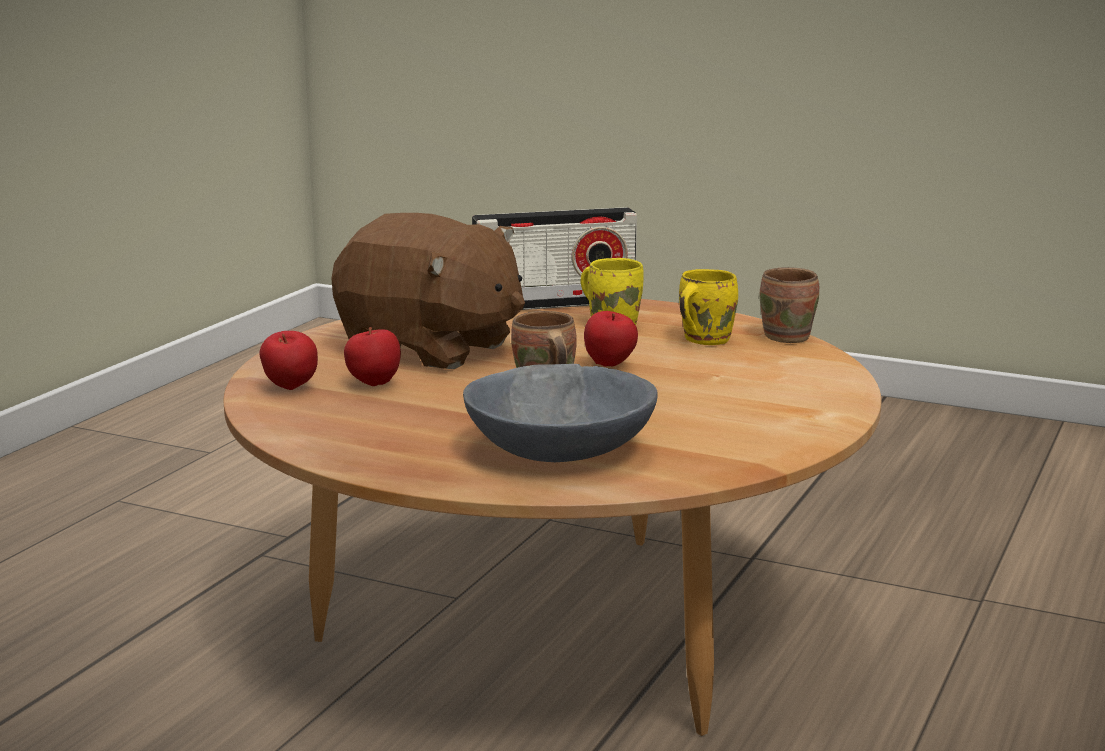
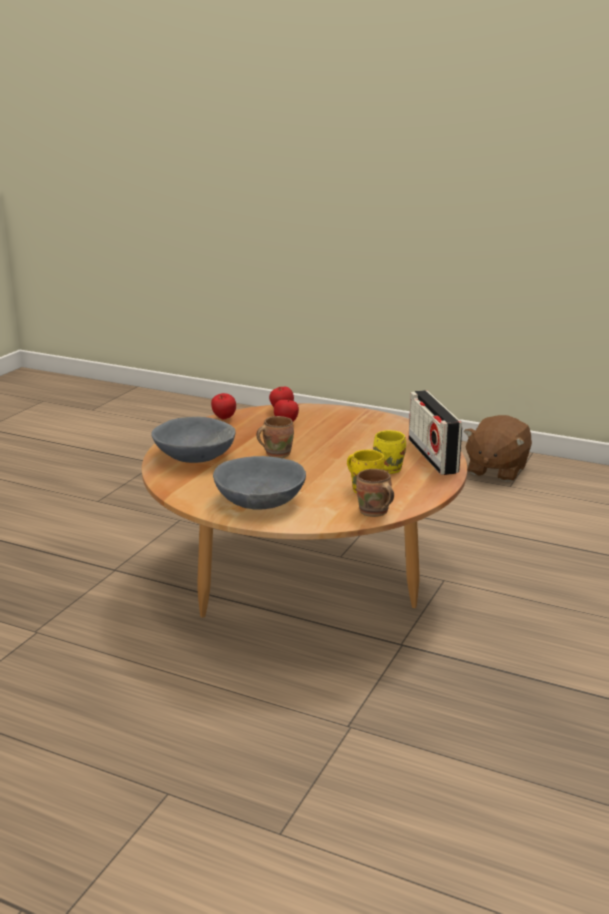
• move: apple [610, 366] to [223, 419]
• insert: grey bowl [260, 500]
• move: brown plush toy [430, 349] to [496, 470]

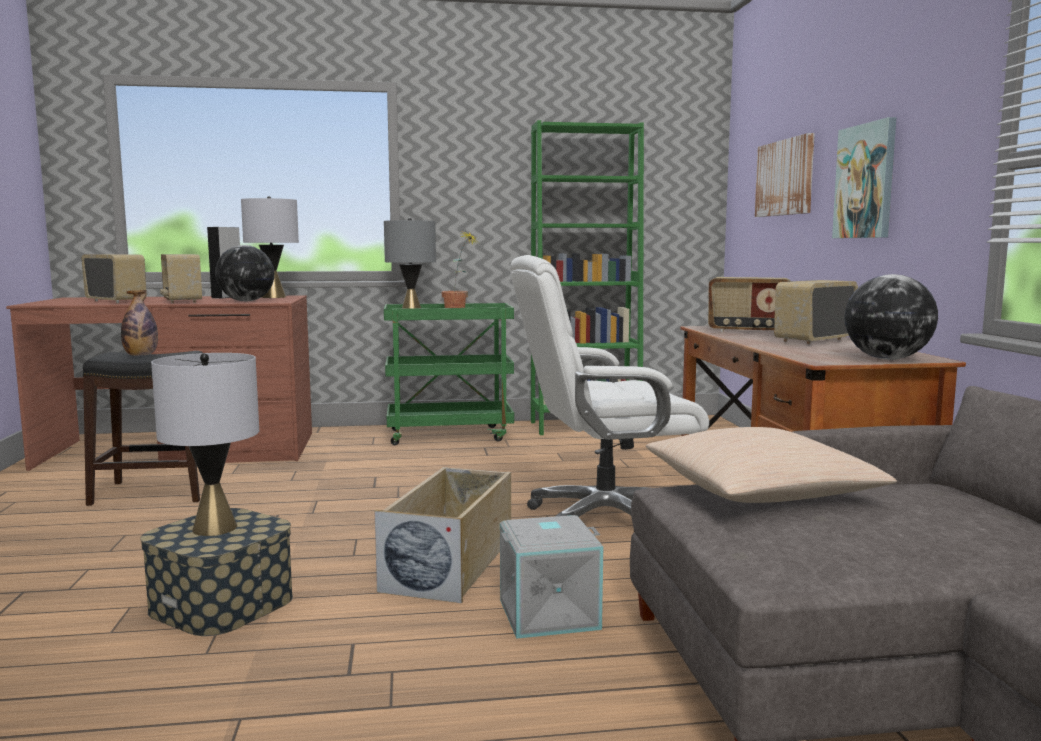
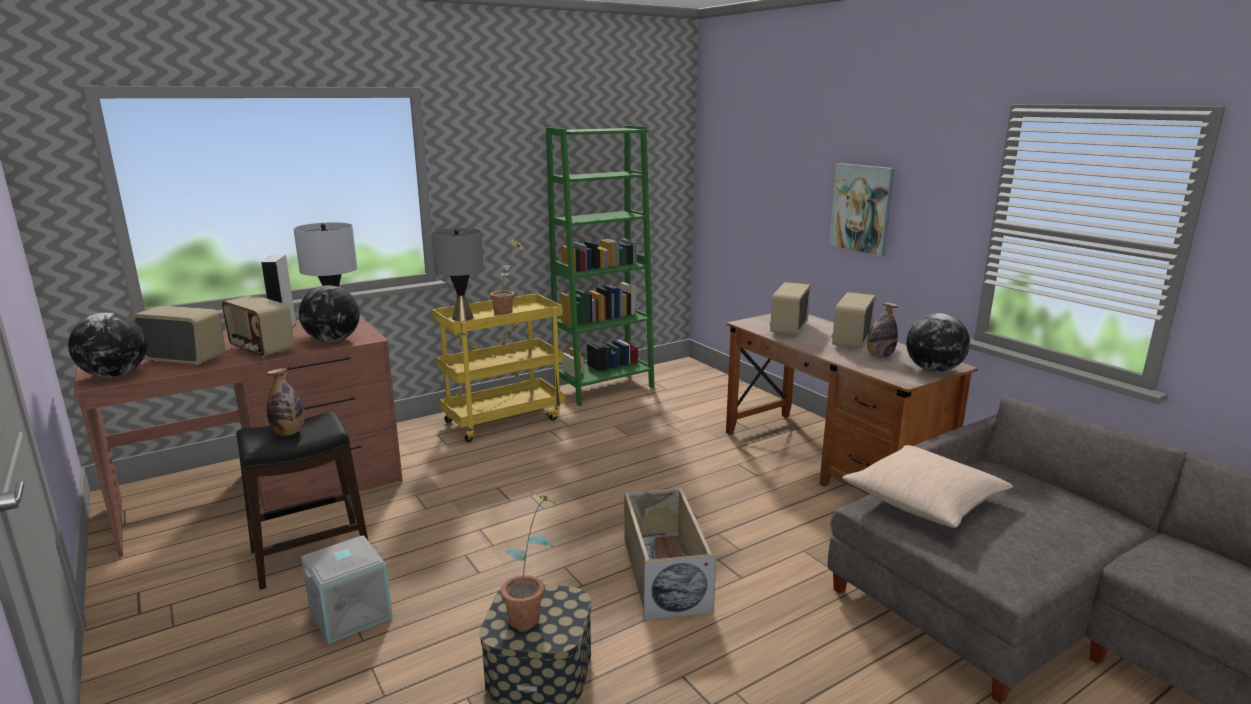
• insert: globe [115, 375]
• move: grey storage box [549, 613] to [350, 612]
• recolor: green cart [450, 435] to yellow cart [504, 419]
• replace: grey table lamp [214, 528] to potted plant [532, 614]
• rotate: radio [748, 331] = [788, 329] 120 degrees clockwise
• insert: bottle [879, 356]
• delete: white office chair [603, 518]
• delete: picture [785, 178]

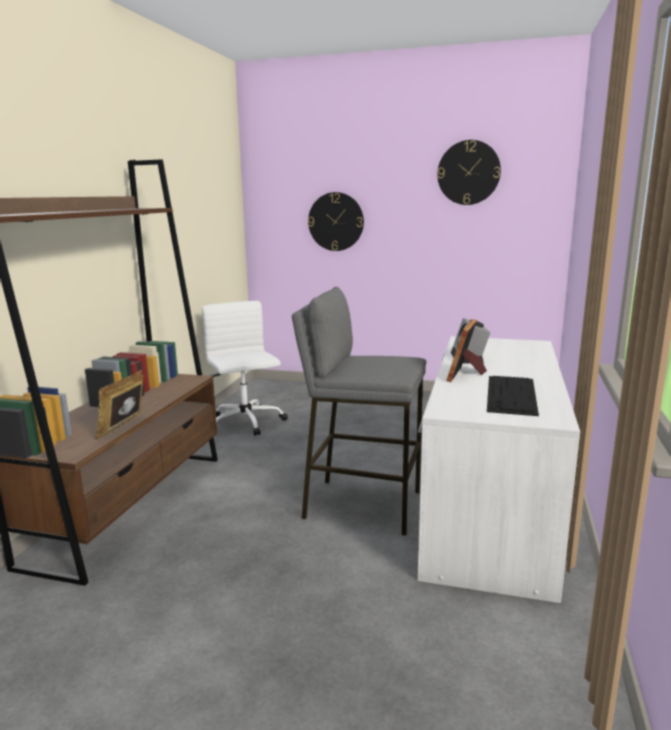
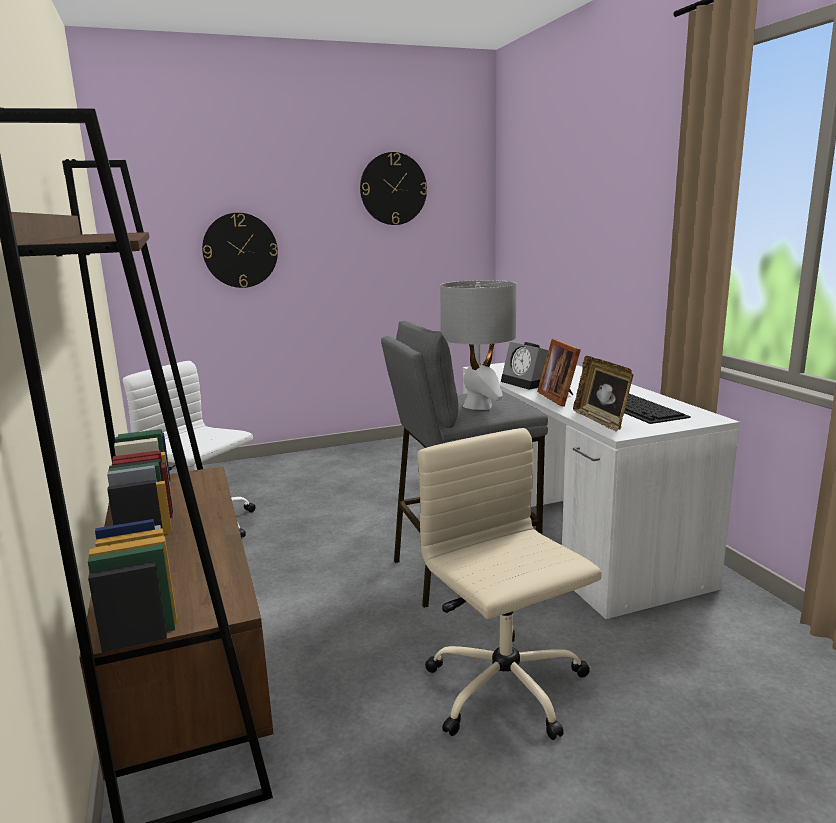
• insert: beige office chair [506, 690]
• insert: grey table lamp [478, 406]
• move: picture frame [124, 427] to [601, 420]

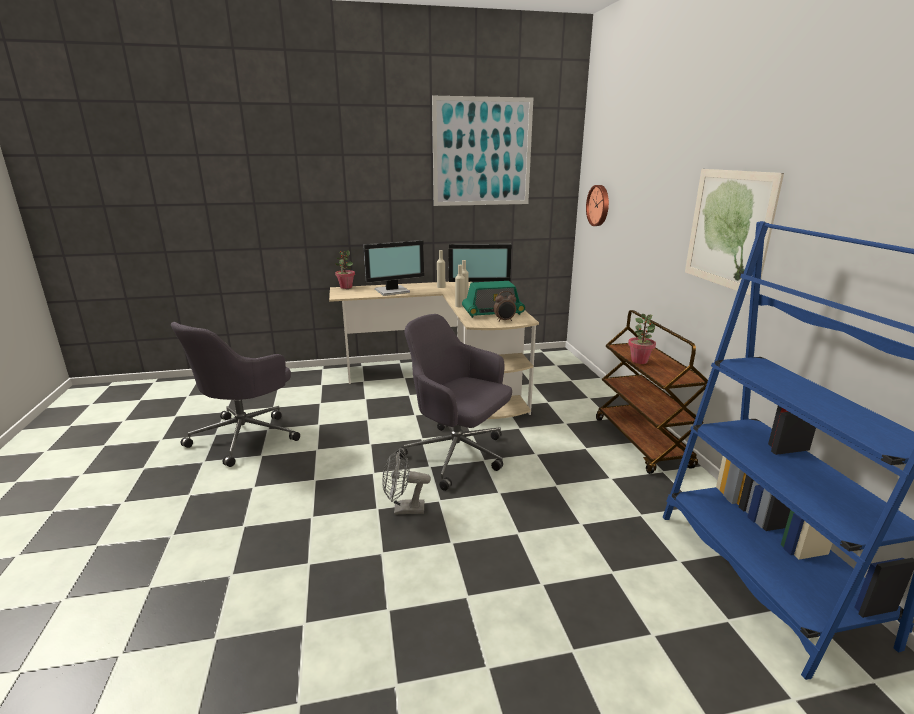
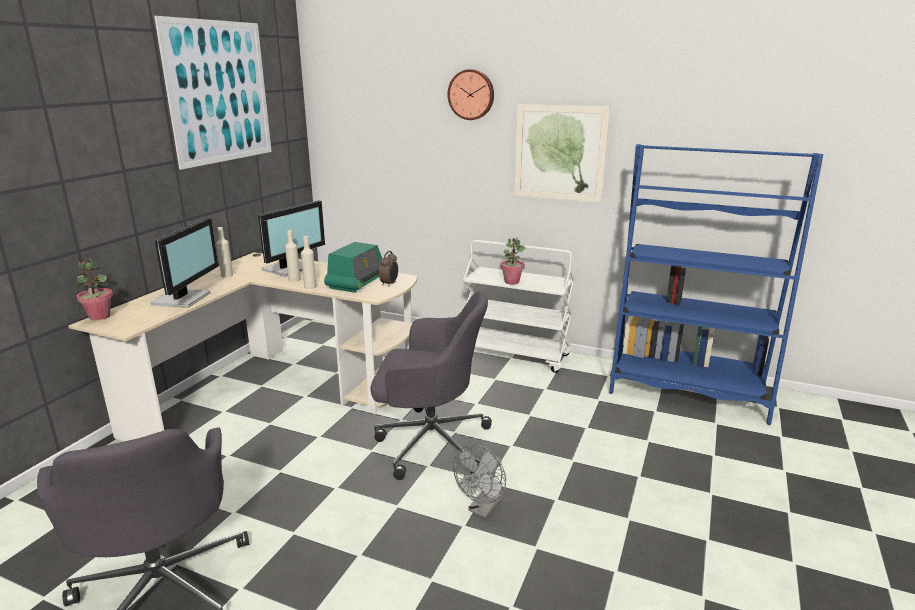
• rotate: grey office chair [457, 456] = [430, 442] 150 degrees counterclockwise
• move: wall clock [599, 205] to [471, 94]
• recolor: brown cart [642, 443] to white cart [516, 355]

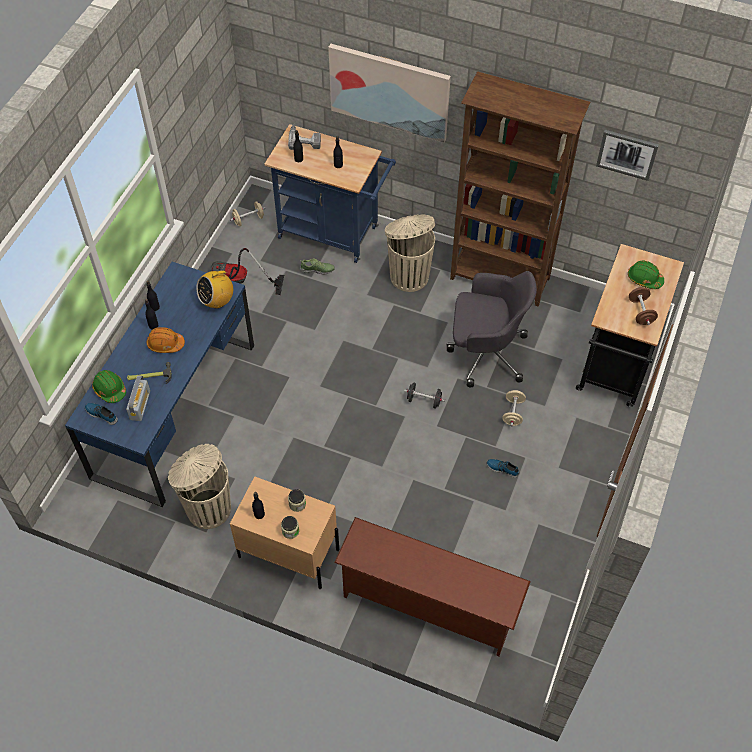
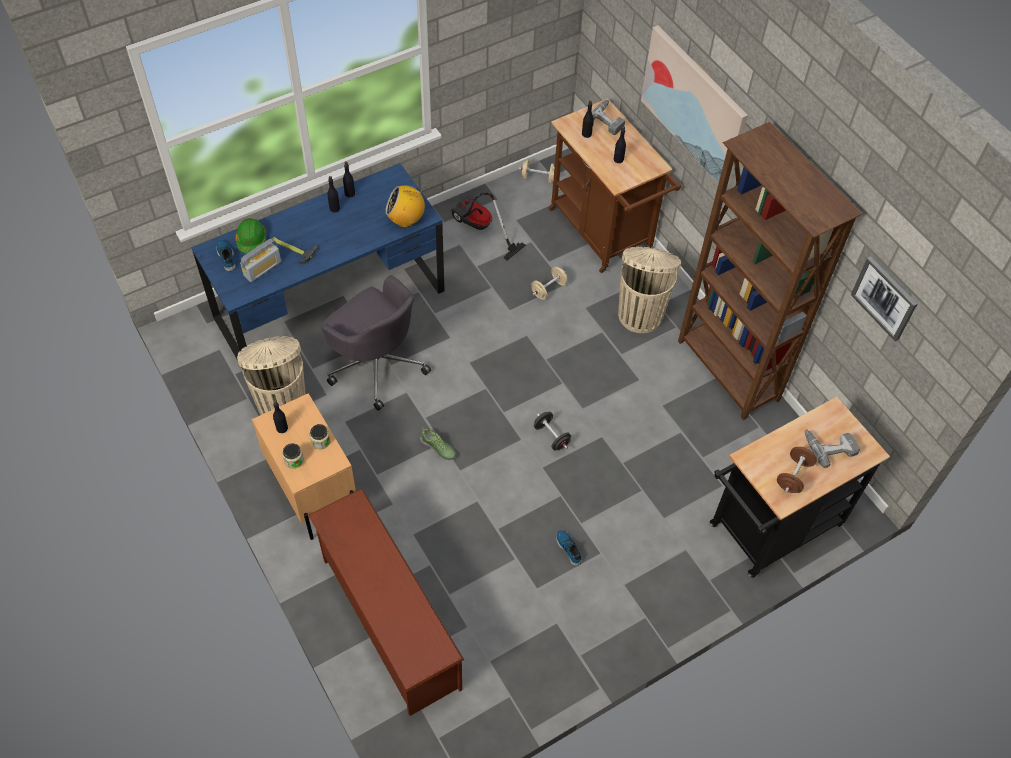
• move: grey office chair [485, 352] to [376, 364]
• move: shoe [317, 270] to [438, 448]
• move: beige dumbbell [513, 413] to [548, 289]
• recolor: blue cart [334, 233] to brown cart [604, 235]
• replace: green hard hat [644, 279] to power drill [829, 446]
• delete: orange hard hat [165, 344]

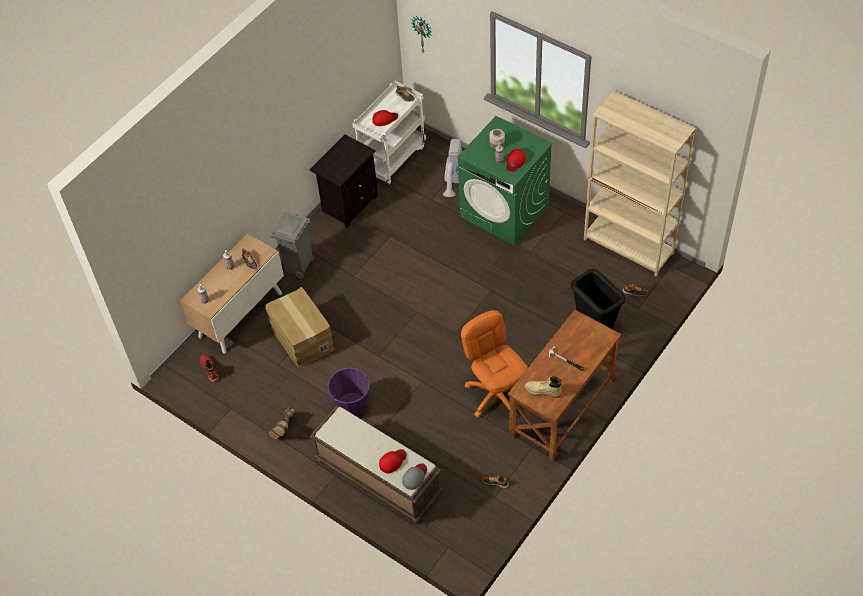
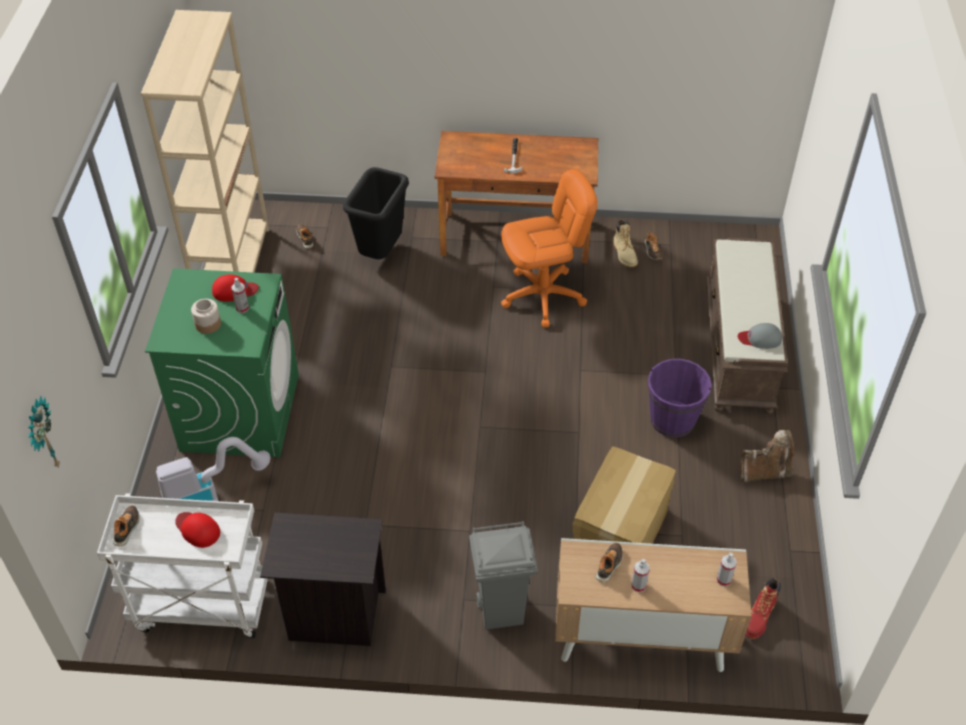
• rotate: orange office chair [496, 394] = [543, 296] 135 degrees counterclockwise
• move: beige boot [543, 391] to [624, 254]
• move: grey cap [415, 477] to [760, 338]
• delete: red cap [392, 461]

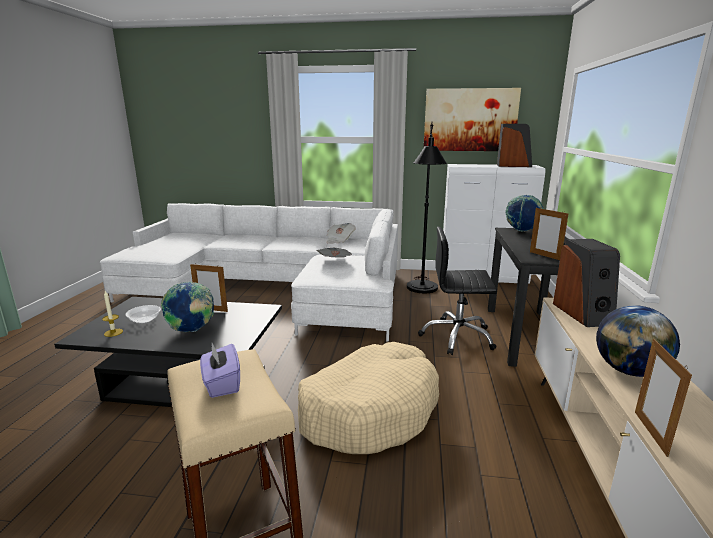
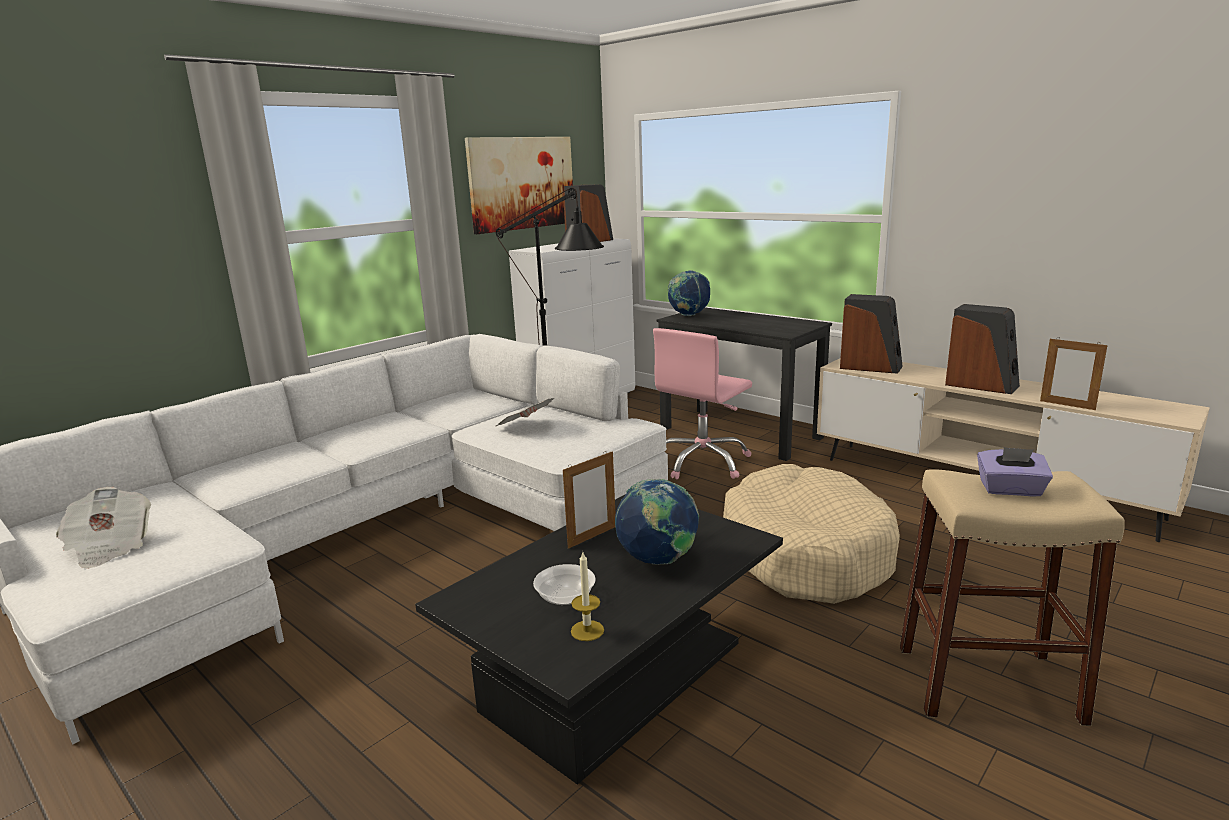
• move: newspaper [339, 240] to [110, 546]
• recolor: black office chair [457, 337] to pink office chair [703, 462]
• replace: globe [629, 371] to speaker [981, 385]
• delete: picture frame [545, 256]

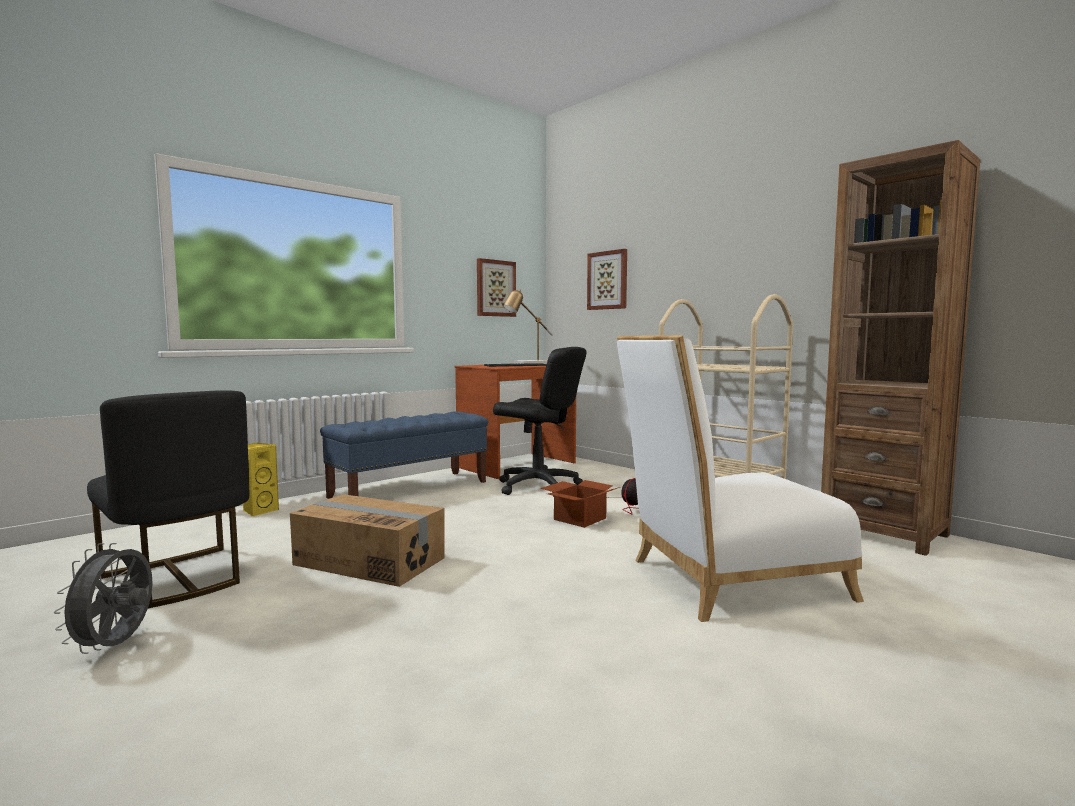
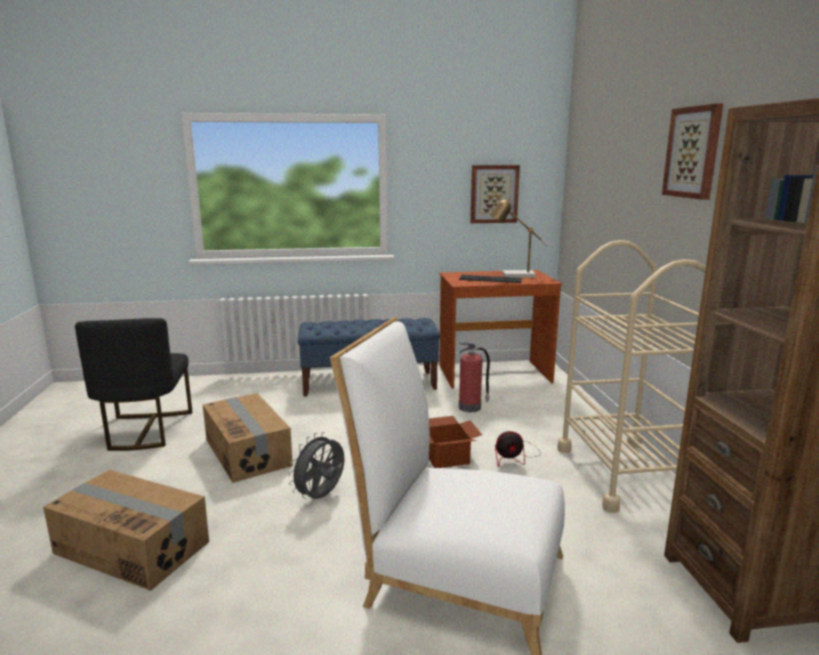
• insert: cardboard box [133, 547]
• move: grey fan [116, 646] to [321, 497]
• replace: black office chair [538, 487] to fire extinguisher [471, 407]
• move: picture [608, 280] to [693, 152]
• delete: yellow speaker [259, 511]

